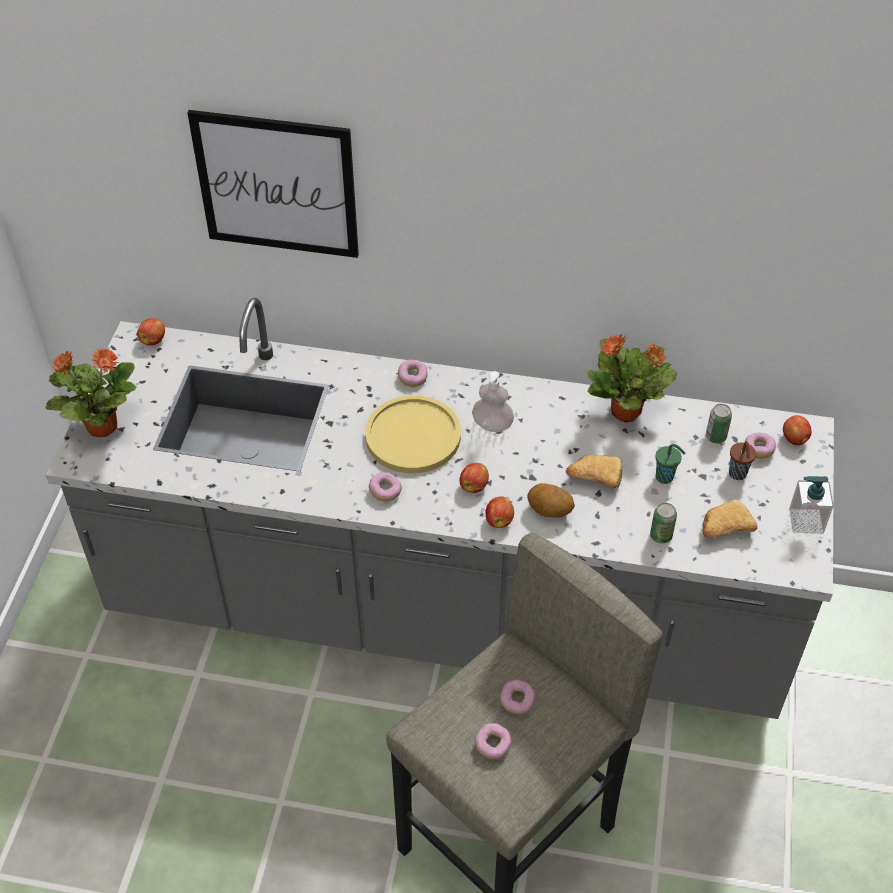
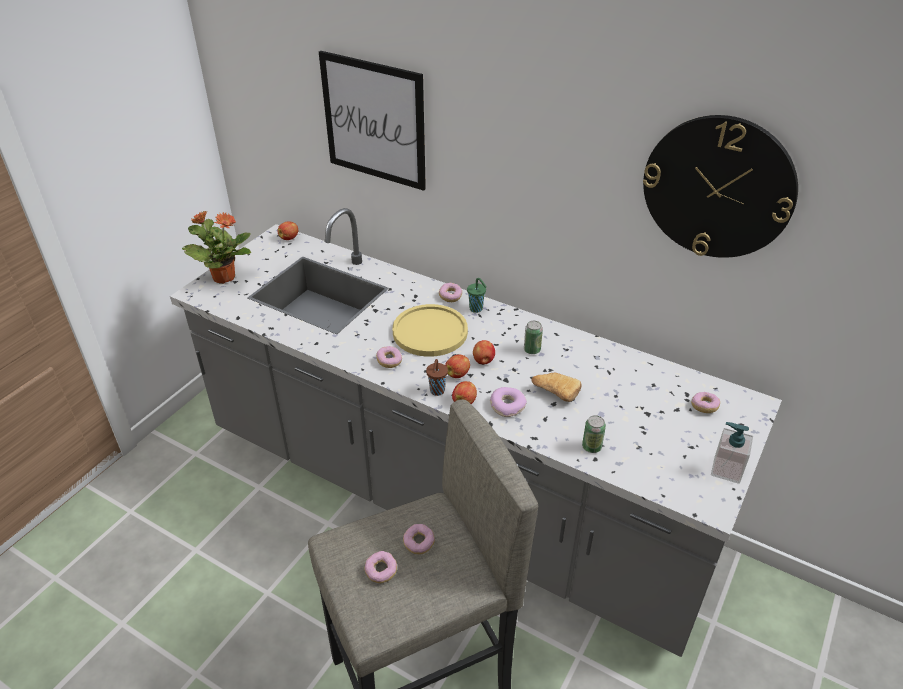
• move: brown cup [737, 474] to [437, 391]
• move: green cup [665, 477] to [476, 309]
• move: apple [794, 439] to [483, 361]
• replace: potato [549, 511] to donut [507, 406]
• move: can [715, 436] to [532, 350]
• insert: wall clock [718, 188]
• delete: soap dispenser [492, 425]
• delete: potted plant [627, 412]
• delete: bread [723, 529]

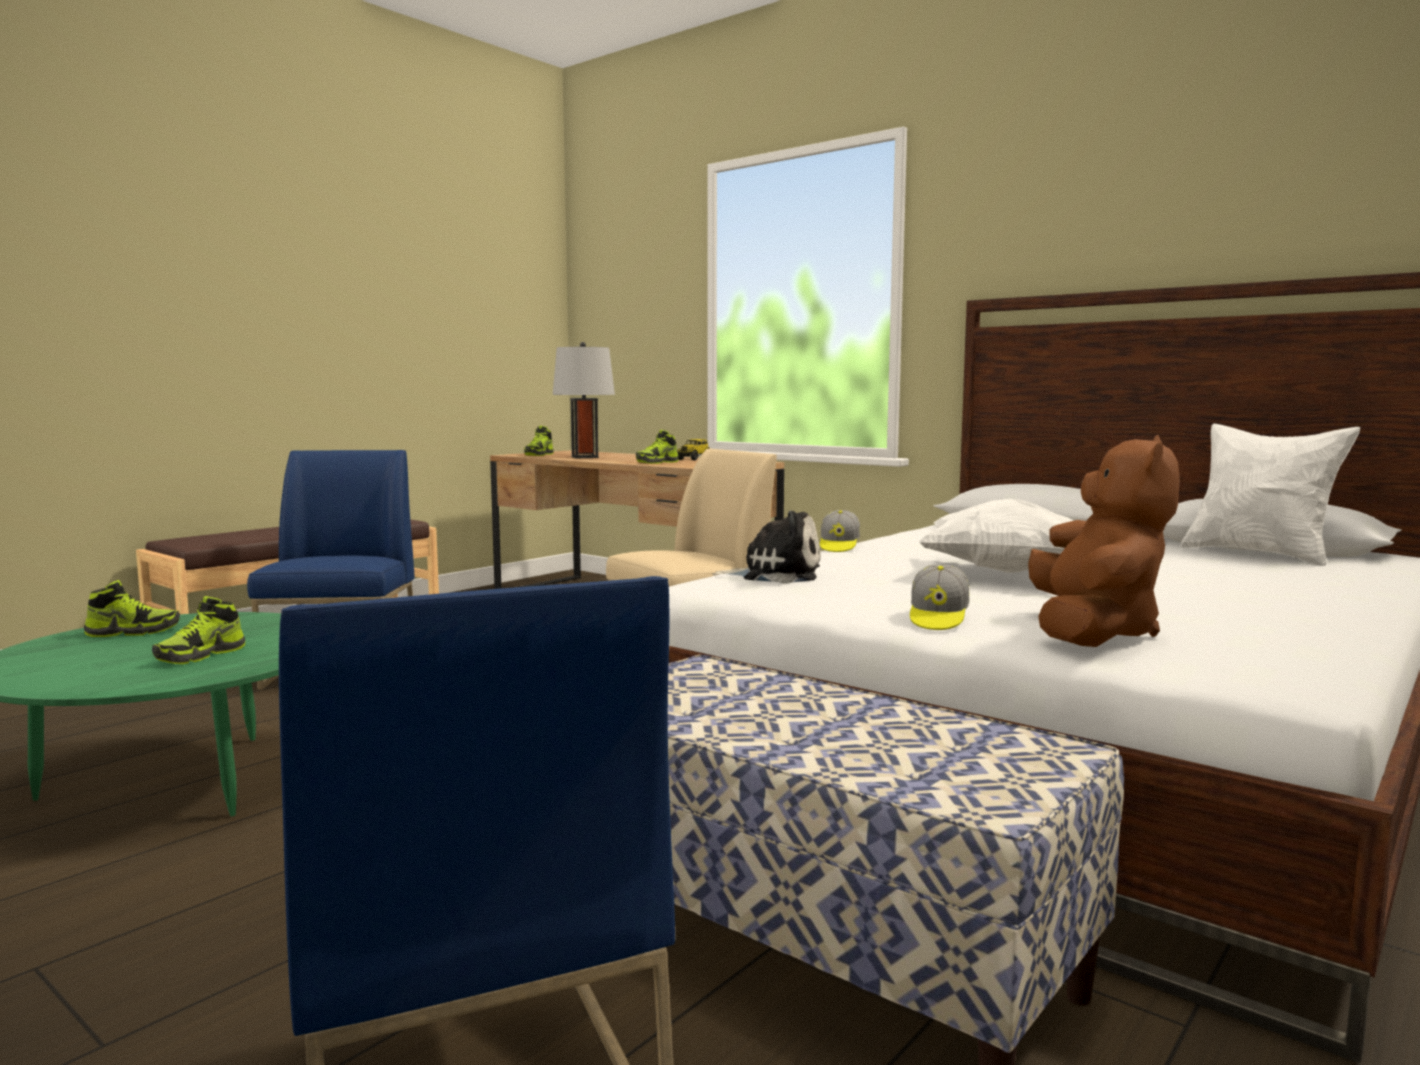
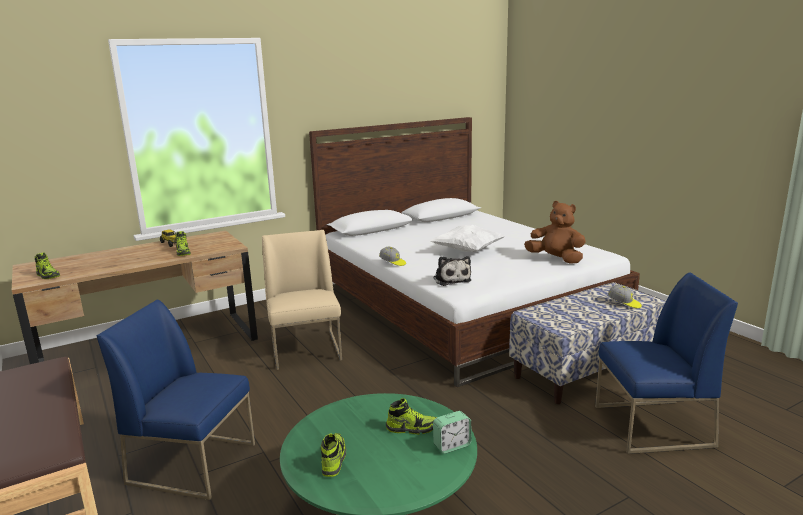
• rotate: shoe [201, 655] = [411, 428] 45 degrees counterclockwise
• rotate: plush toy [775, 575] = [451, 279] 135 degrees clockwise
• insert: alarm clock [452, 445]
• move: cap [938, 618] to [624, 303]
• delete: grey table lamp [584, 457]
• delete: white pillow [1259, 555]

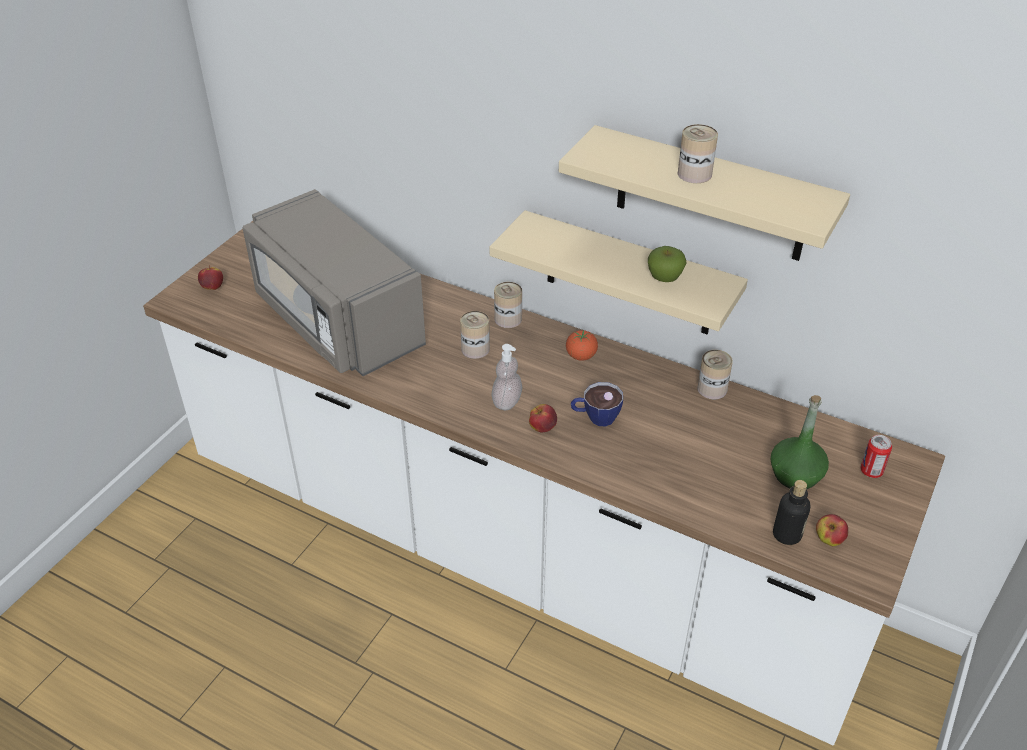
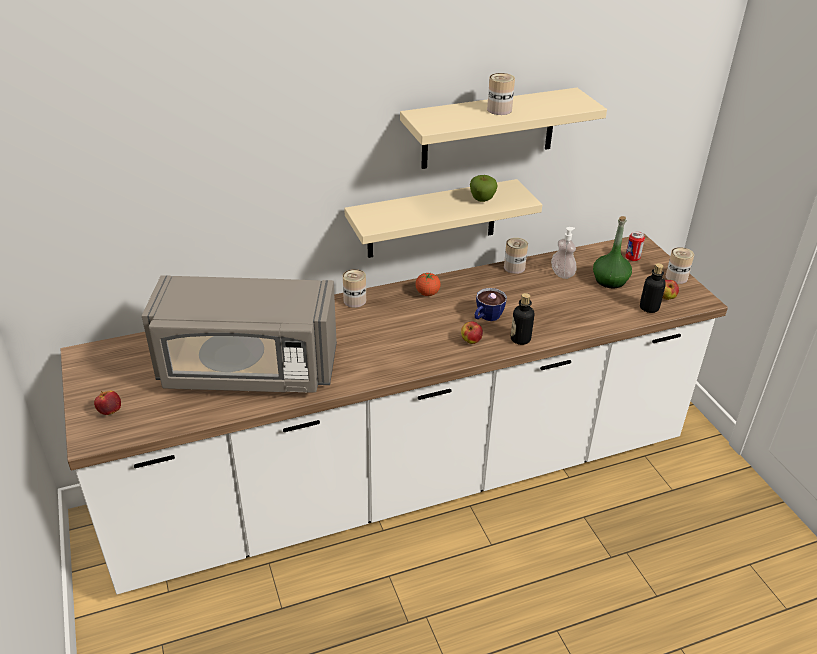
• insert: bottle [520, 339]
• move: soap dispenser [507, 401] to [562, 274]
• move: can [475, 349] to [676, 277]

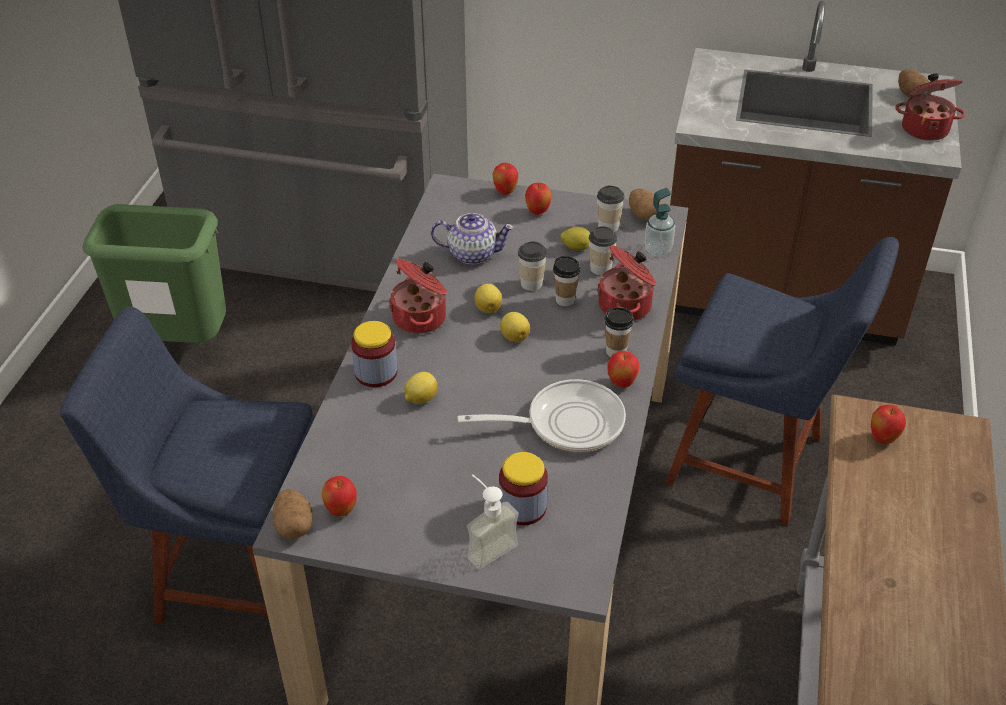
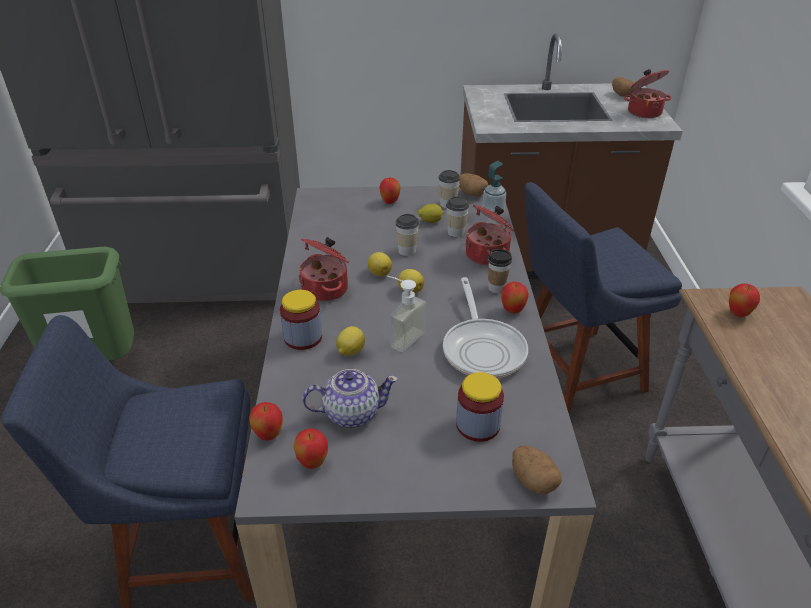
• move: apple [505, 192] to [269, 435]
• move: teapot [472, 253] to [351, 413]
• move: soap dispenser [486, 545] to [401, 336]
• rotate: frying pan [566, 423] = [483, 348] 105 degrees clockwise
• move: potato [294, 525] to [533, 480]
• rotate: blue chair [754, 463] = [573, 372] 150 degrees clockwise
• delete: cup [565, 300]

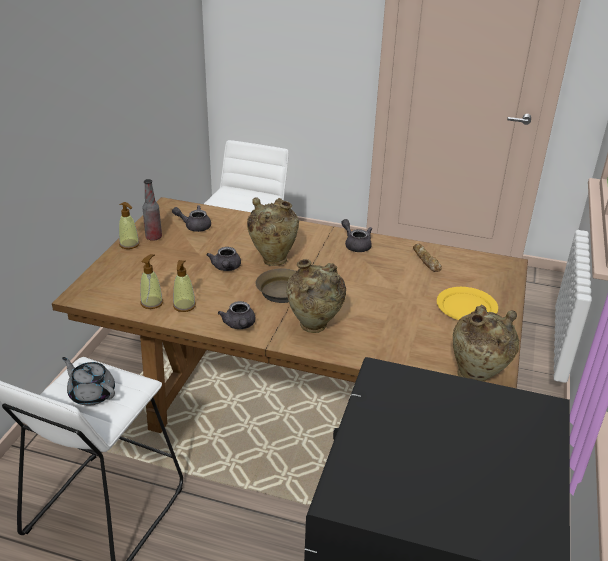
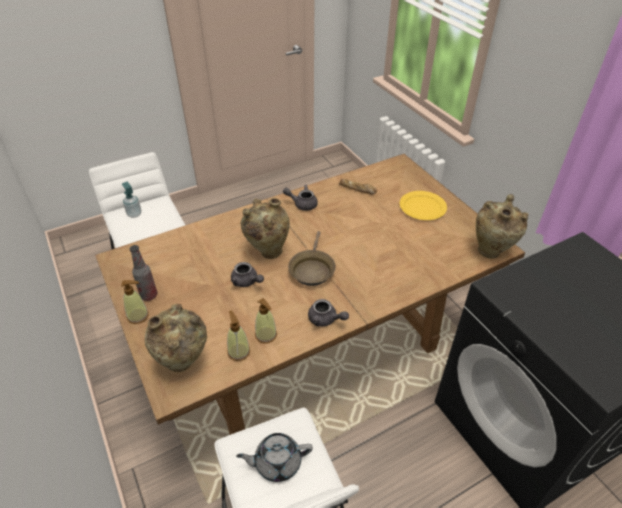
• insert: soap dispenser [134, 214]
• move: beige vase [314, 328] to [183, 363]
• delete: grey teapot [194, 226]

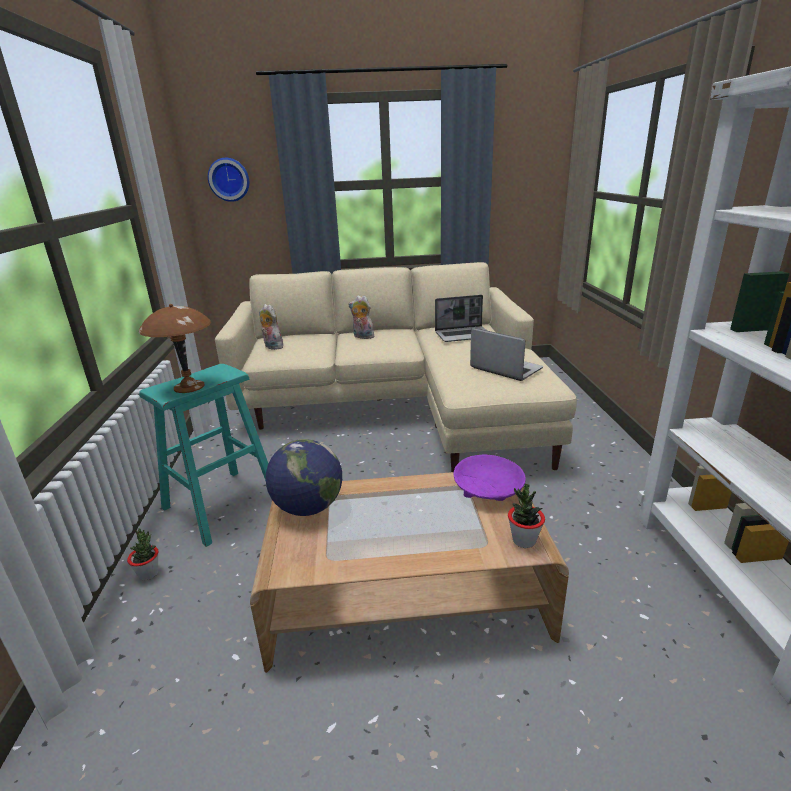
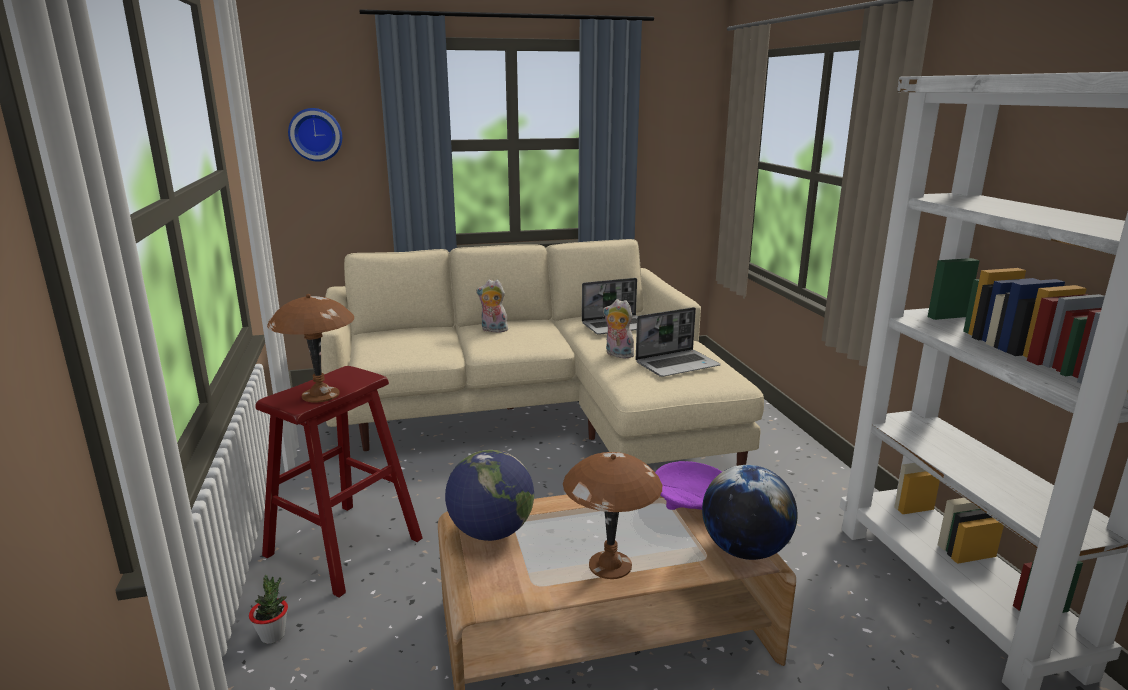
• recolor: turquoise stool [222, 505] to red stool [344, 546]
• insert: brown table lamp [610, 564]
• move: plush toy [272, 347] to [617, 355]
• rotate: laptop [504, 368] = [677, 364] 120 degrees clockwise
• replace: potted plant [524, 541] to globe [745, 550]

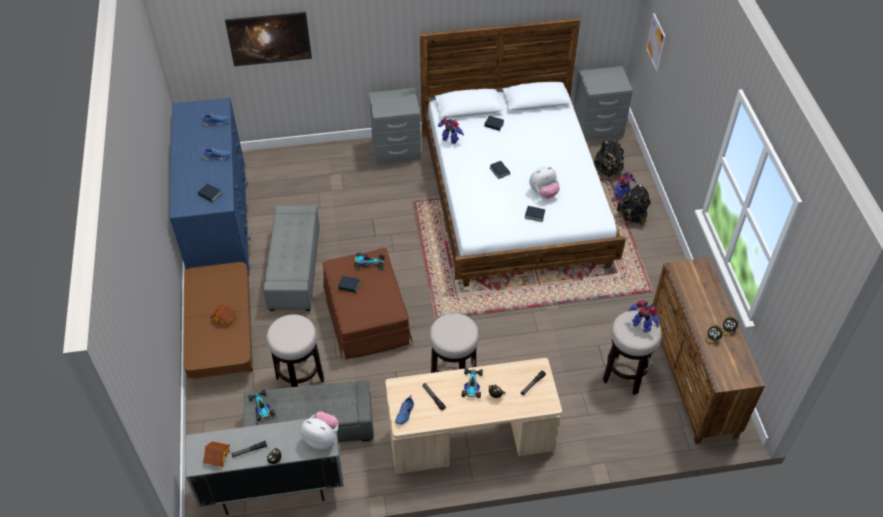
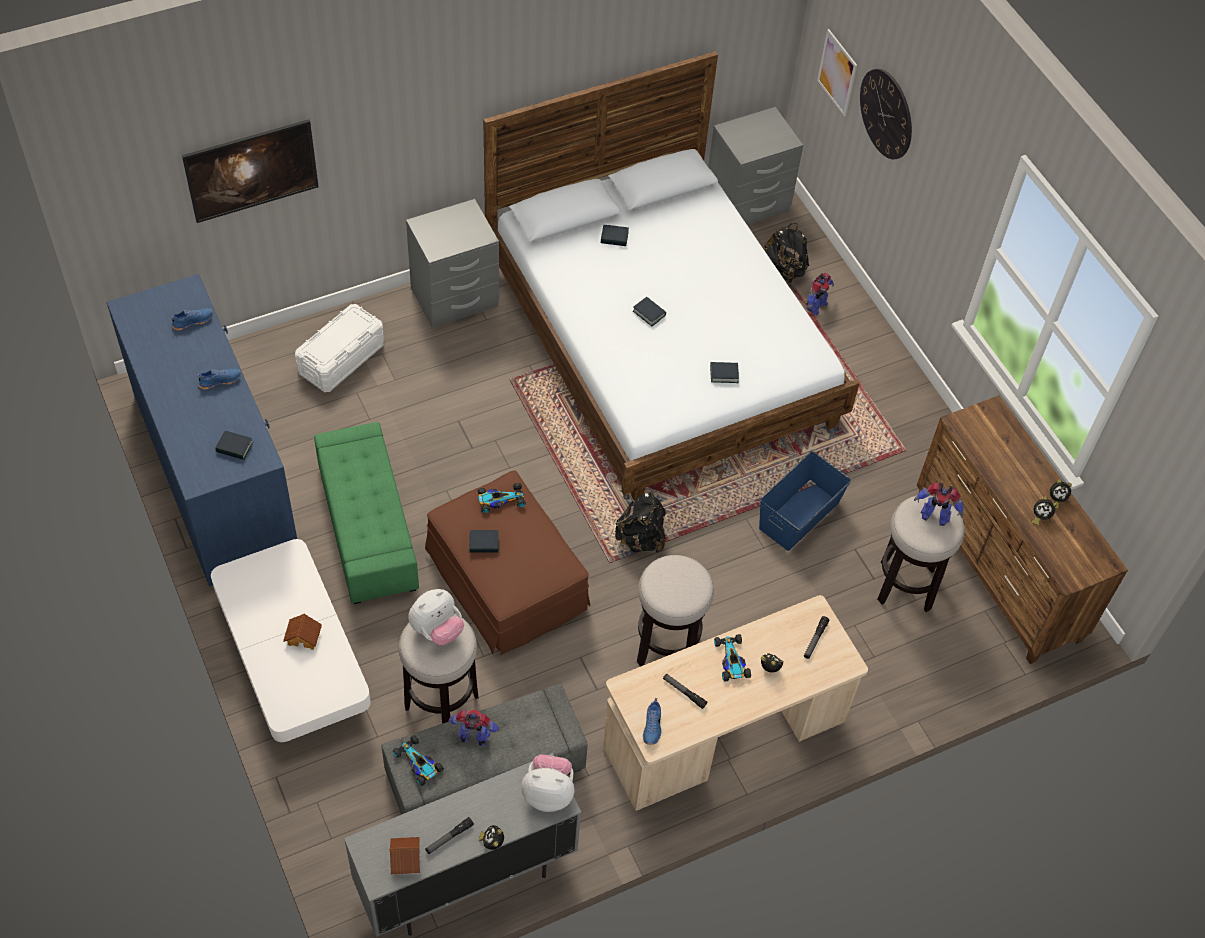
• recolor: brown coffee table [222, 334] to white coffee table [294, 659]
• insert: white storage box [341, 359]
• recolor: grey ottoman [294, 269] to green ottoman [367, 528]
• move: plush toy [543, 192] to [437, 629]
• move: toy robot [450, 140] to [474, 738]
• move: black backpack [632, 216] to [641, 538]
• insert: blue storage box [800, 515]
• insert: wall clock [886, 113]

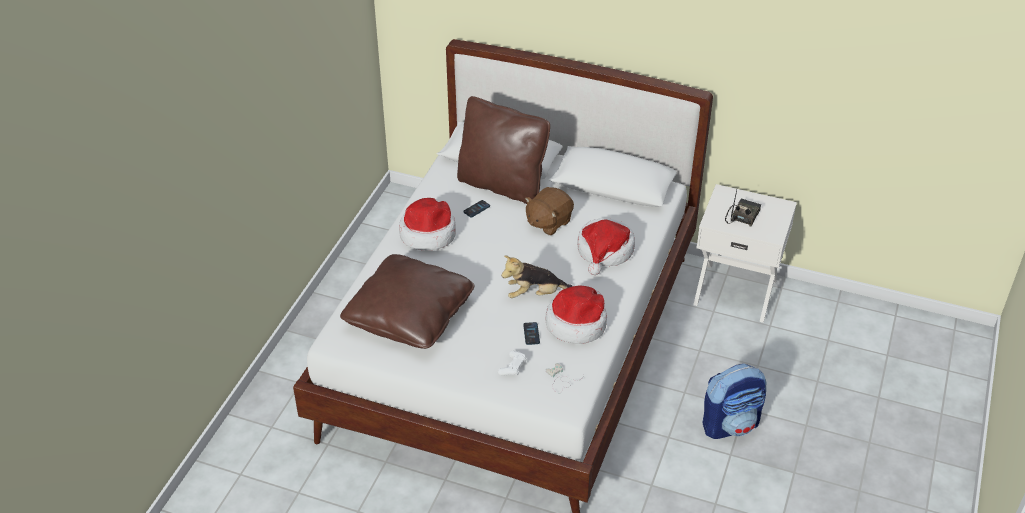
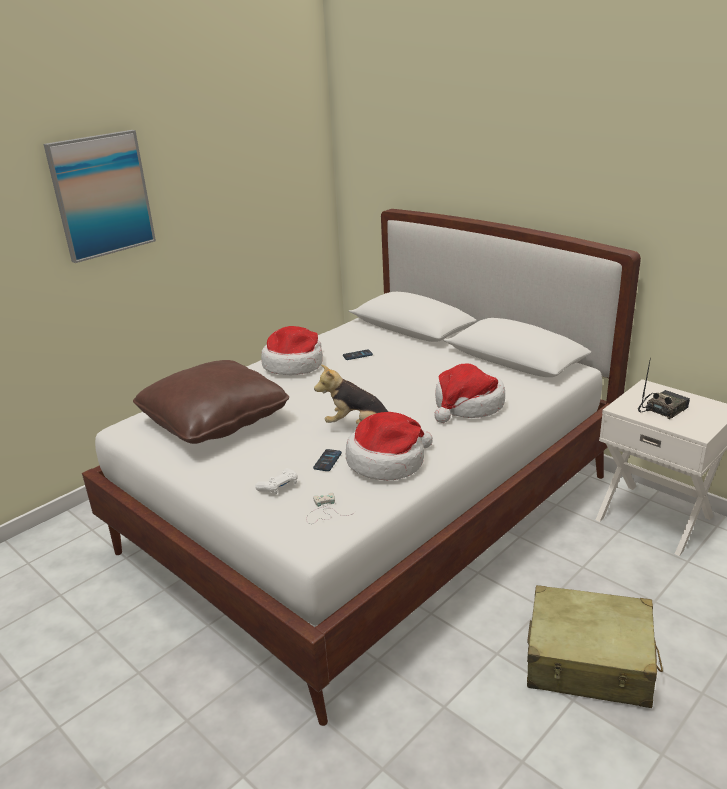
• insert: picture [101, 195]
• replace: backpack [730, 424] to beige suitcase [589, 661]
• delete: brown pillow [502, 185]
• delete: brown plush toy [548, 222]

